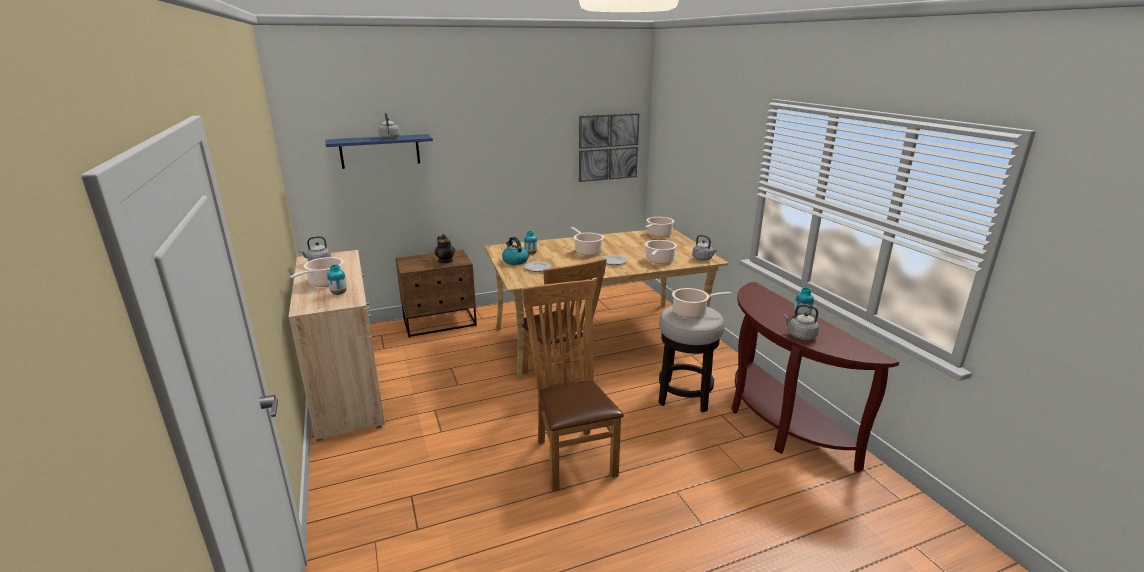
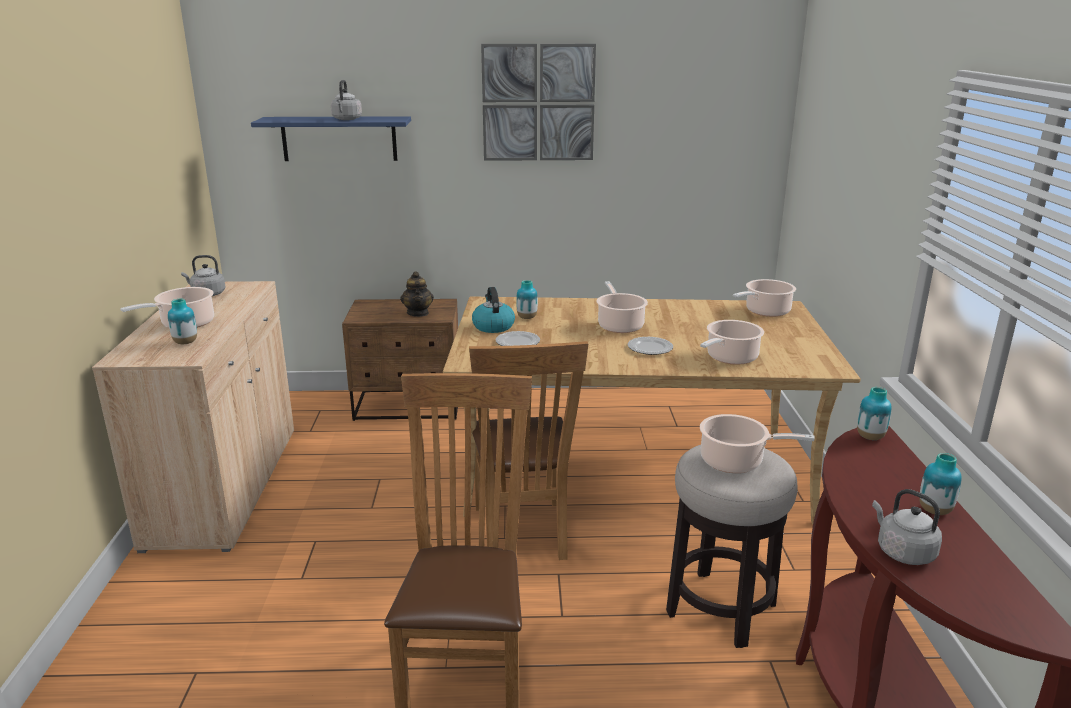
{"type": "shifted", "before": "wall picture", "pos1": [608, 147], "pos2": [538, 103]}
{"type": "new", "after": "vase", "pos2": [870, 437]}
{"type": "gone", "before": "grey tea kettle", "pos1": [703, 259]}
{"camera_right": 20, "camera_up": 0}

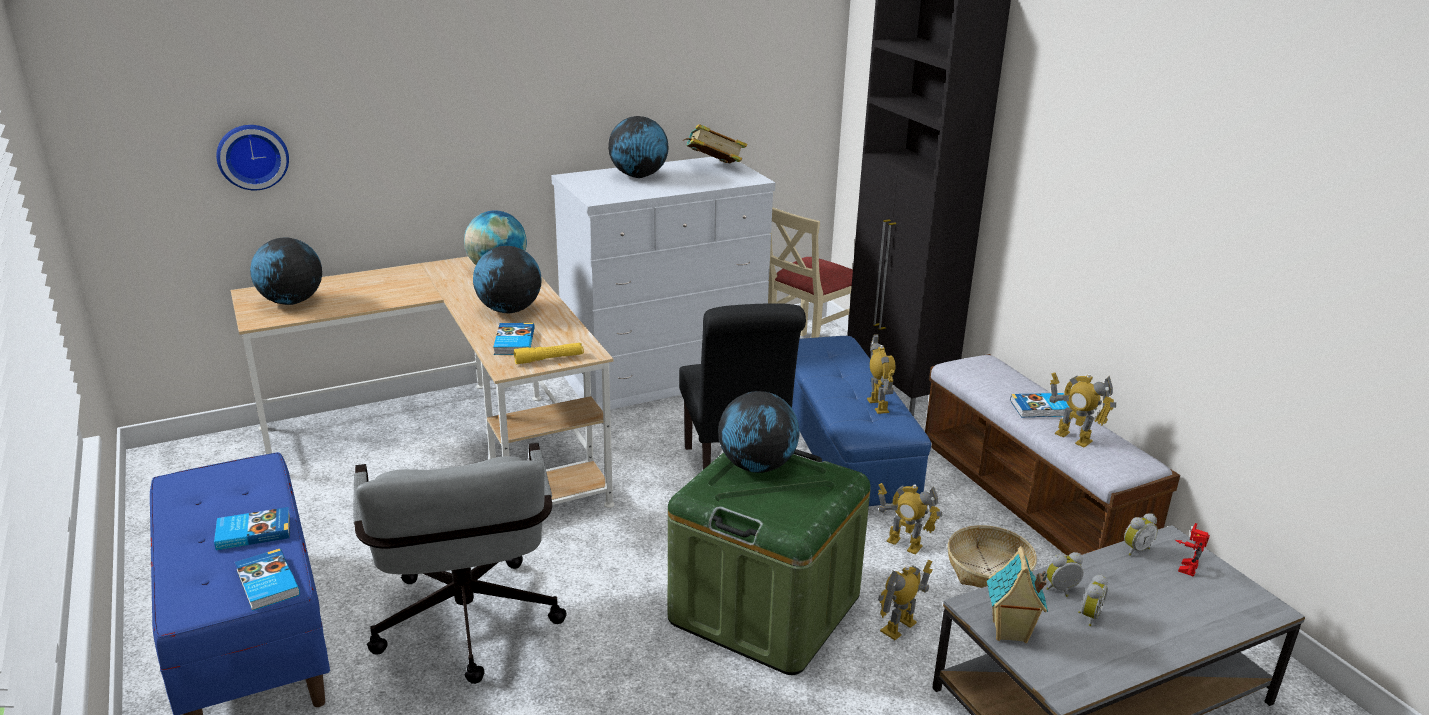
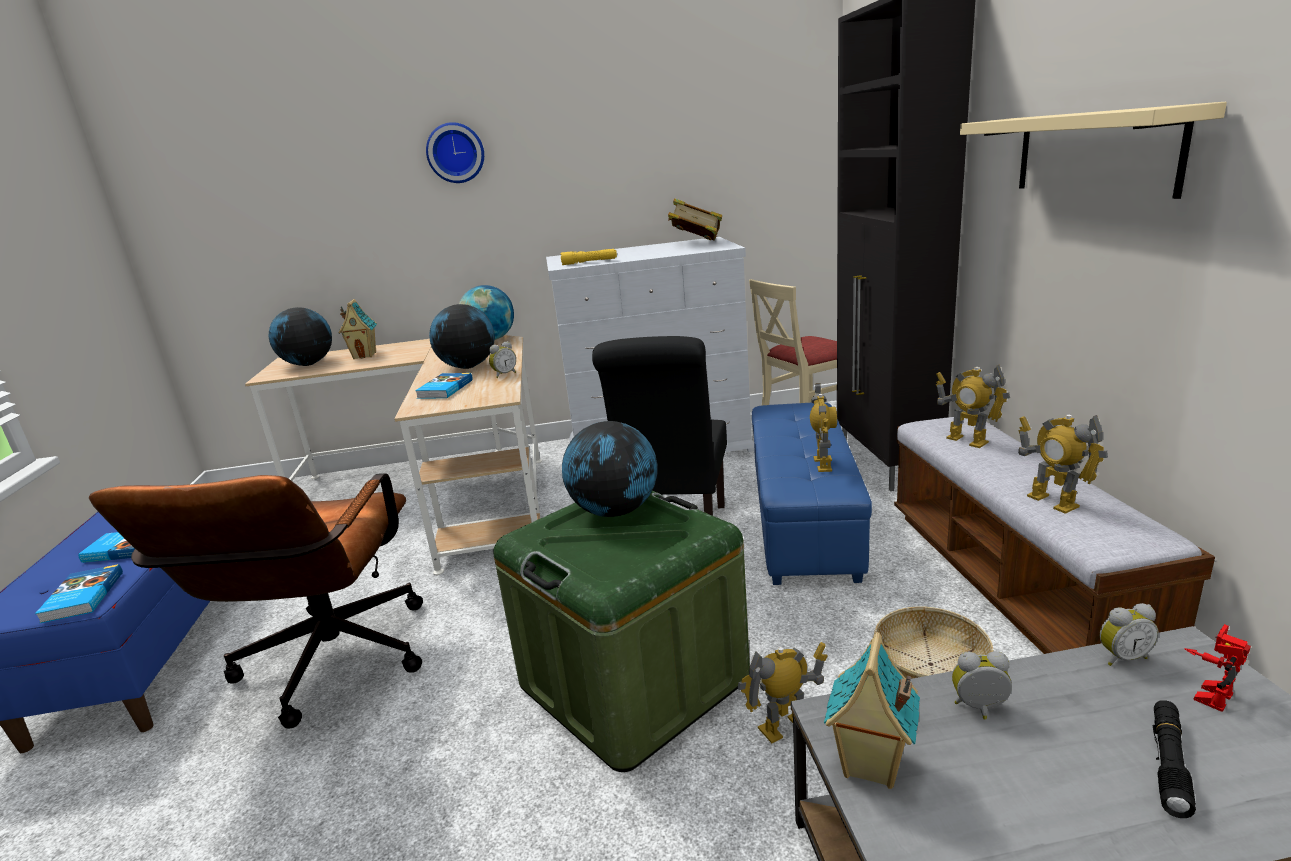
{"type": "repainted", "before": "grey desk chair", "after": "brown-coloured desk chair", "pos1": [467, 631], "pos2": [327, 669]}
{"type": "new", "after": "toy house", "pos2": [365, 355]}
{"type": "shifted", "before": "wall clock", "pos1": [252, 156], "pos2": [455, 153]}
{"type": "shifted", "before": "bedside clock", "pos1": [1088, 616], "pos2": [504, 374]}
{"type": "shifted", "before": "yellowish torch", "pos1": [549, 359], "pos2": [589, 262]}
{"type": "shifted", "before": "model robot", "pos1": [904, 544], "pos2": [967, 440]}
{"type": "new", "after": "sand-coloured bracket shelf", "pos2": [1094, 152]}
{"type": "new", "after": "black torch", "pos2": [1169, 764]}
{"type": "gone", "before": "world globe", "pos1": [638, 176]}
{"type": "gone", "before": "book", "pos1": [1042, 409]}
{"camera_right": 20, "camera_up": -5}

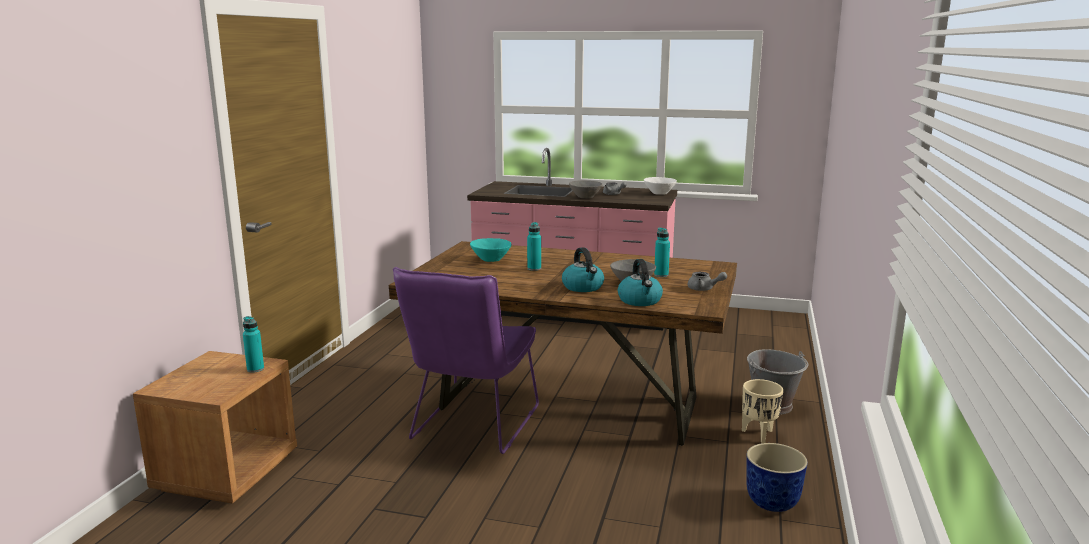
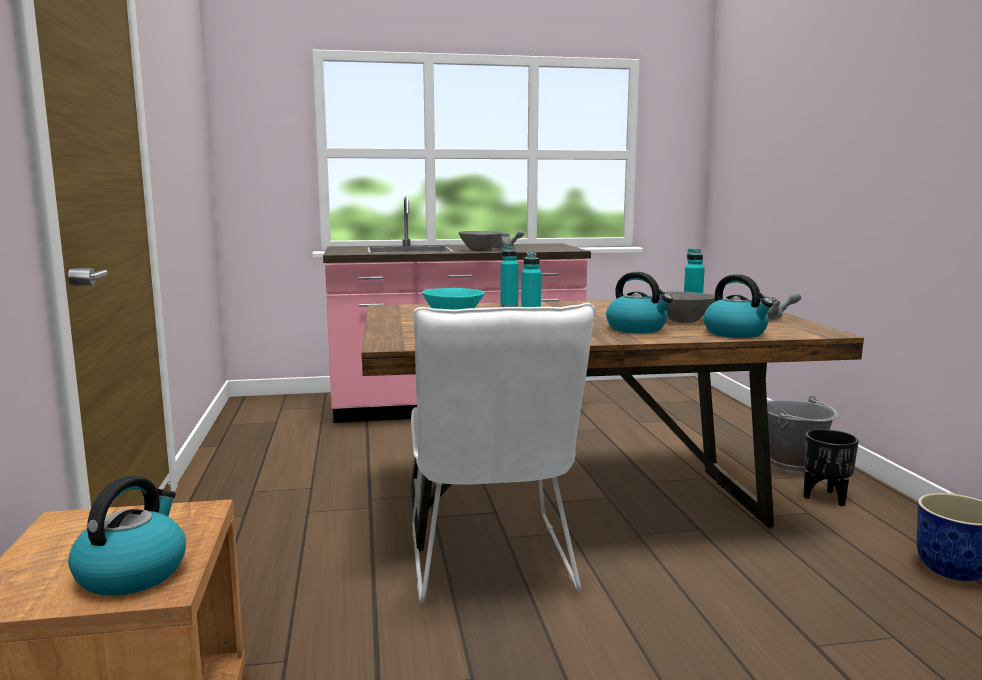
{"type": "new", "after": "tea kettle", "pos2": [132, 572]}
{"type": "repainted", "before": "purplish upright chair", "after": "whitish upright chair", "pos1": [472, 427], "pos2": [491, 564]}
{"type": "shifted", "before": "turquoise-coloured drink bottle", "pos1": [255, 369], "pos2": [509, 306]}
{"type": "repainted", "before": "sand-coloured flower pot", "after": "black flower pot", "pos1": [759, 434], "pos2": [826, 498]}
{"type": "gone", "before": "whitish bowl", "pos1": [659, 193]}
{"camera_right": -25, "camera_up": -5}

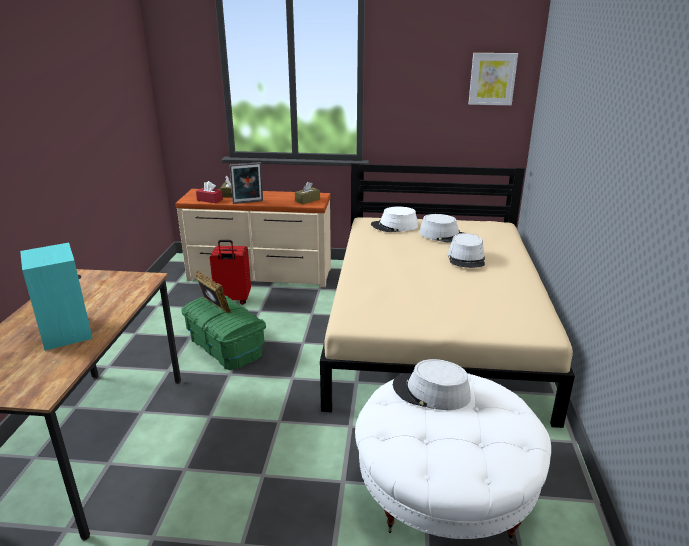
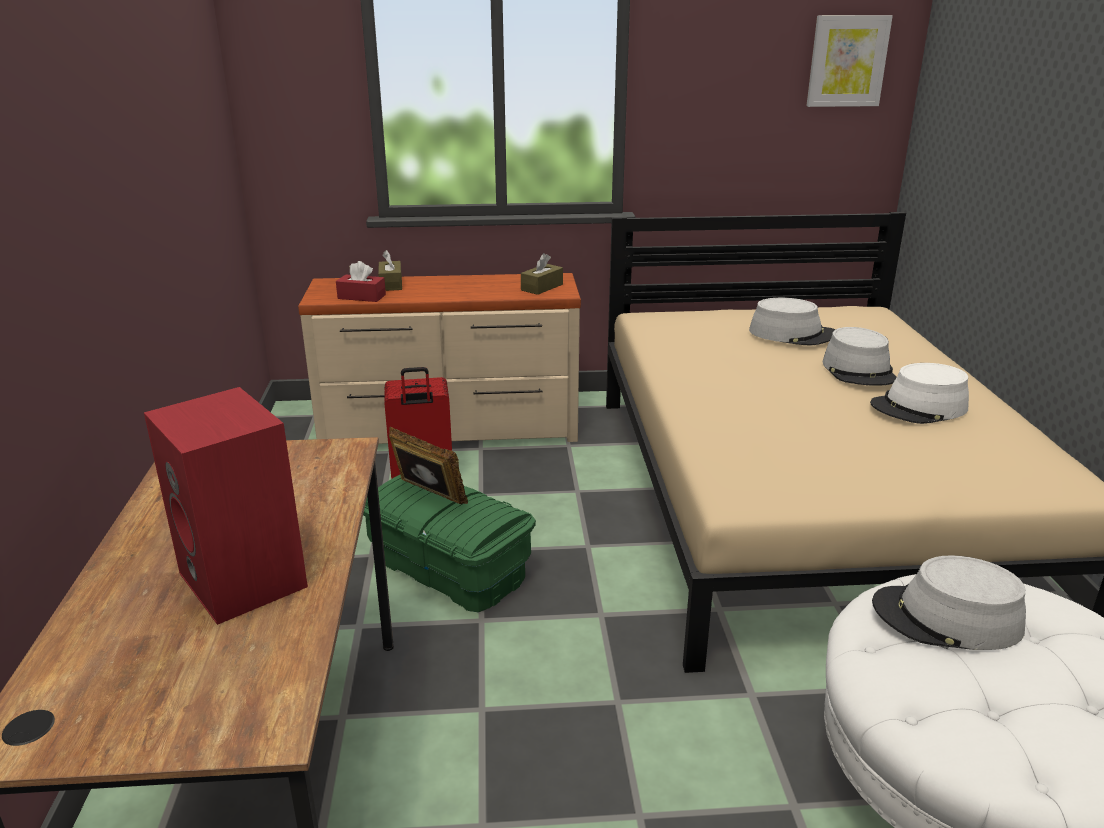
{"type": "repainted", "before": "turquoise-coloured loudspeaker", "after": "reddish loudspeaker", "pos1": [68, 333], "pos2": [246, 580]}
{"type": "shifted", "before": "whitish hat", "pos1": [394, 226], "pos2": [919, 407]}
{"type": "gone", "before": "picture frame", "pos1": [248, 202]}
{"camera_right": -10, "camera_up": 0}

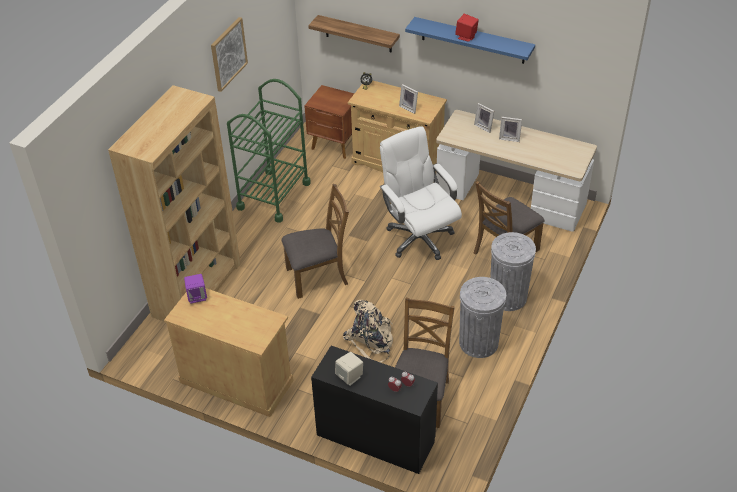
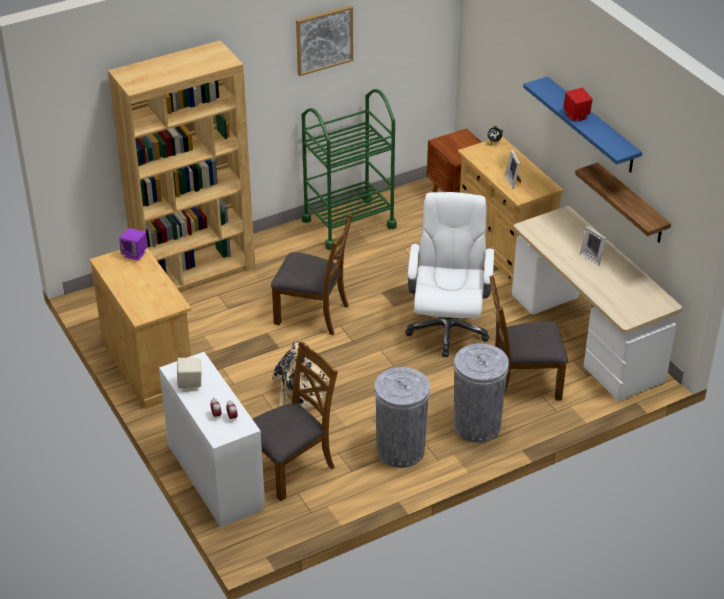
{"type": "repainted", "before": "black desk unit", "after": "whitish desk unit", "pos1": [375, 438], "pos2": [215, 476]}
{"type": "shifted", "before": "bracket shelf", "pos1": [358, 34], "pos2": [631, 204]}
{"type": "gone", "before": "picture frame", "pos1": [484, 127]}
{"camera_right": 35, "camera_up": -5}

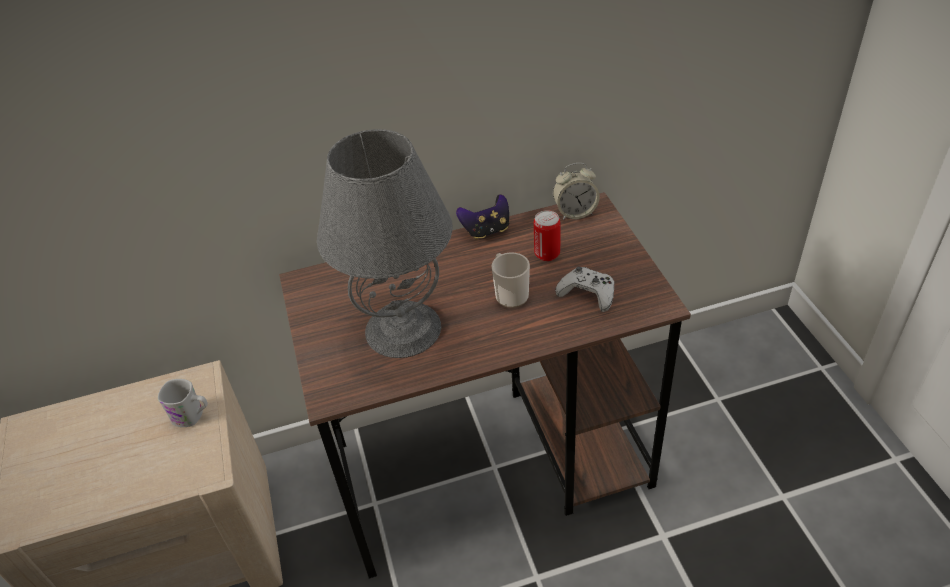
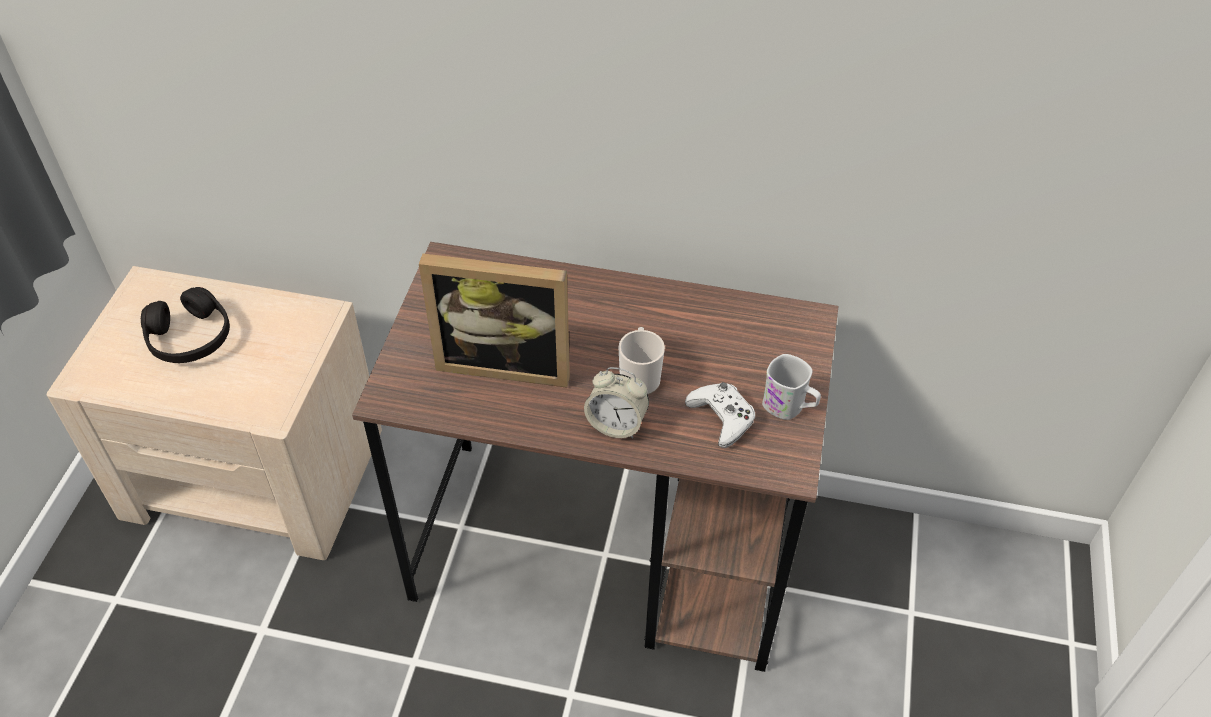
{"type": "new", "after": "black headset", "pos2": [190, 337]}
{"type": "swapped", "before": "grey table lamp", "after": "picture frame", "pos1": [403, 328], "pos2": [506, 361]}
{"type": "shifted", "before": "bedside clock", "pos1": [575, 212], "pos2": [616, 424]}
{"type": "shifted", "before": "whitish mug", "pos1": [193, 416], "pos2": [789, 407]}
{"type": "gone", "before": "game controller", "pos1": [486, 230]}
{"type": "gone", "before": "metal can", "pos1": [547, 254]}
{"camera_right": 25, "camera_up": 5}

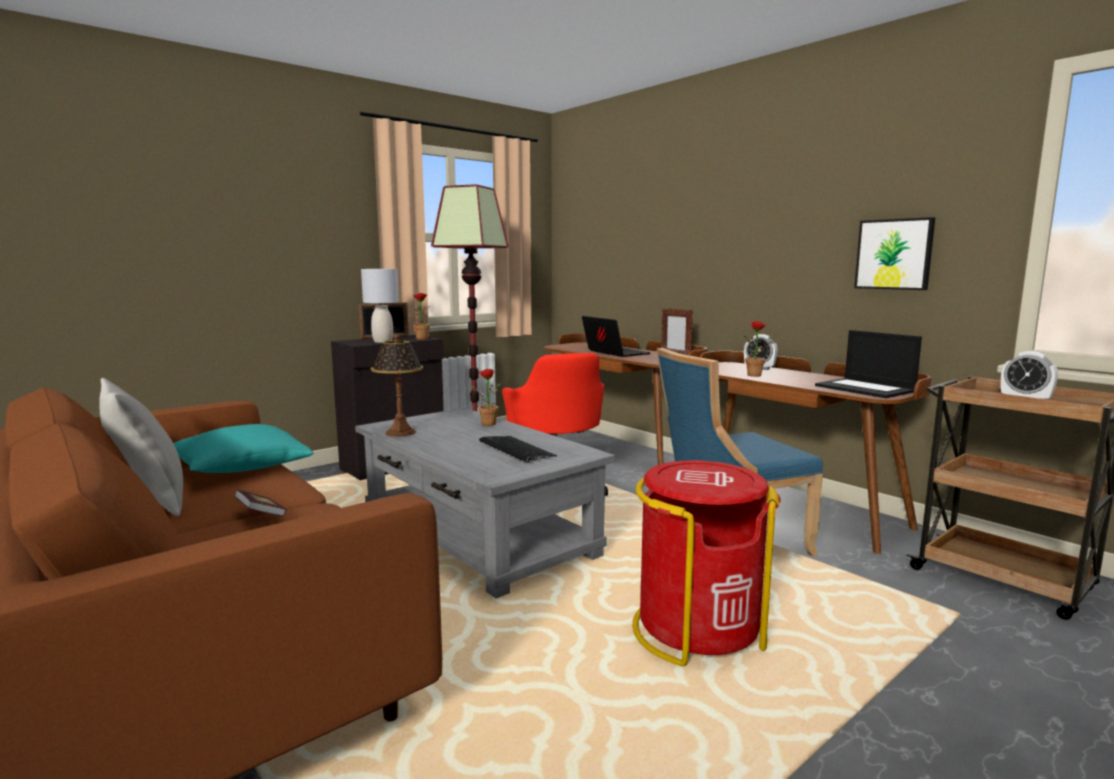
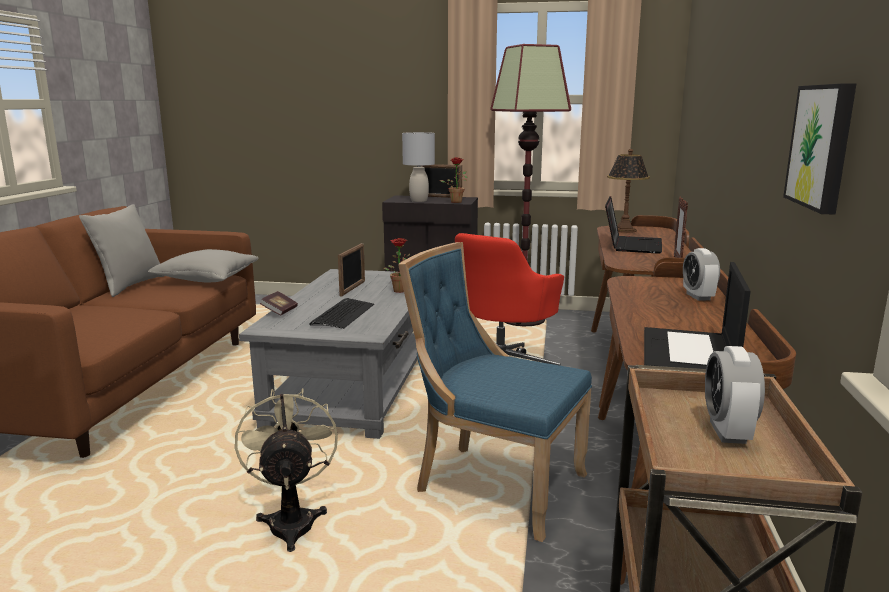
{"type": "repainted", "before": "turquoise-coloured cushion", "after": "grey cushion", "pos1": [240, 467], "pos2": [207, 279]}
{"type": "swapped", "before": "reddish trash can", "after": "sand-coloured electric fan", "pos1": [697, 630], "pos2": [292, 520]}
{"type": "shifted", "before": "book", "pos1": [260, 515], "pos2": [280, 311]}
{"type": "new", "after": "picture frame", "pos2": [352, 288]}
{"type": "shifted", "before": "table lamp", "pos1": [400, 432], "pos2": [624, 230]}
{"type": "gone", "before": "potted plant", "pos1": [757, 376]}
{"camera_right": 50, "camera_up": 5}

